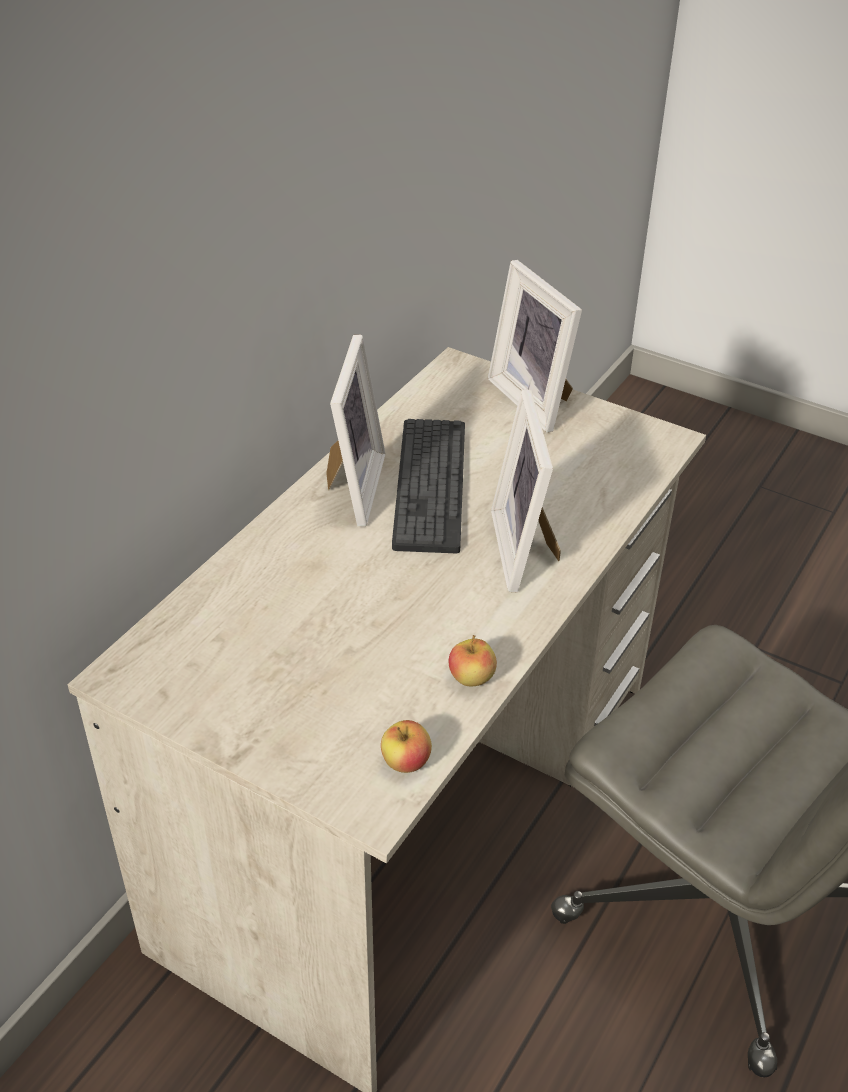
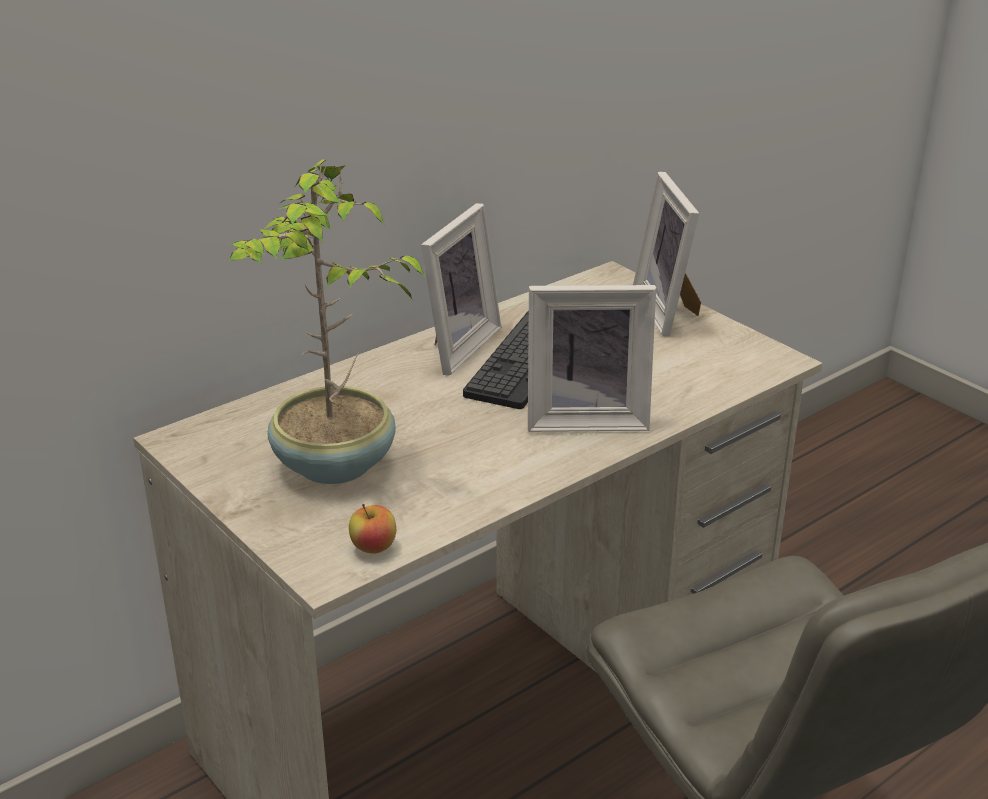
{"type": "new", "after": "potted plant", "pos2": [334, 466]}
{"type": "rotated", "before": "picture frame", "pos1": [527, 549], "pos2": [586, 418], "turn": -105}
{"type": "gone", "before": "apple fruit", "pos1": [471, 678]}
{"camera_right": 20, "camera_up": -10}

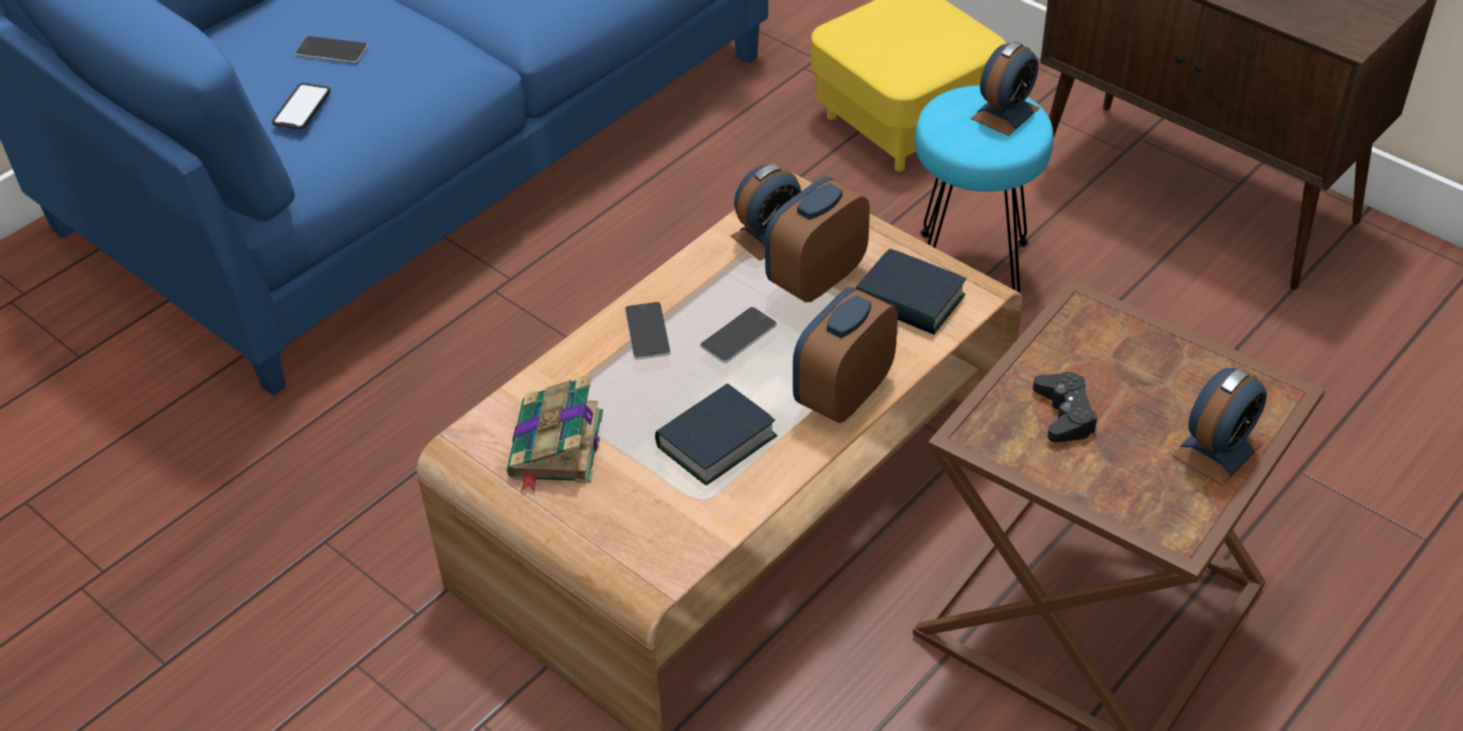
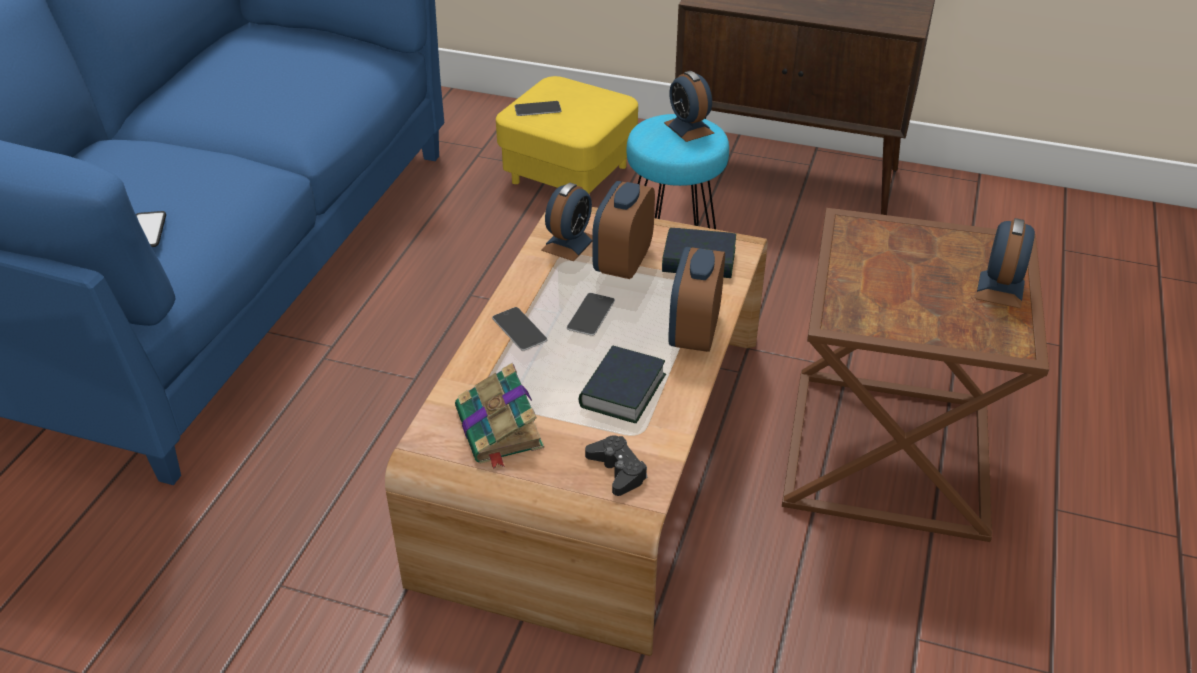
{"type": "shifted", "before": "handset", "pos1": [331, 50], "pos2": [537, 109]}
{"type": "shifted", "before": "black game controller", "pos1": [1064, 414], "pos2": [617, 470]}
{"type": "rotated", "before": "bedside clock", "pos1": [1005, 113], "pos2": [689, 128], "turn": 135}
{"camera_right": -25, "camera_up": -5}

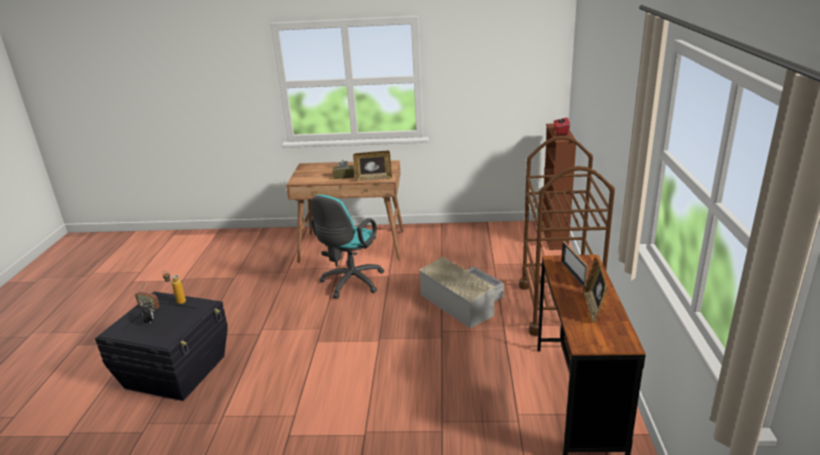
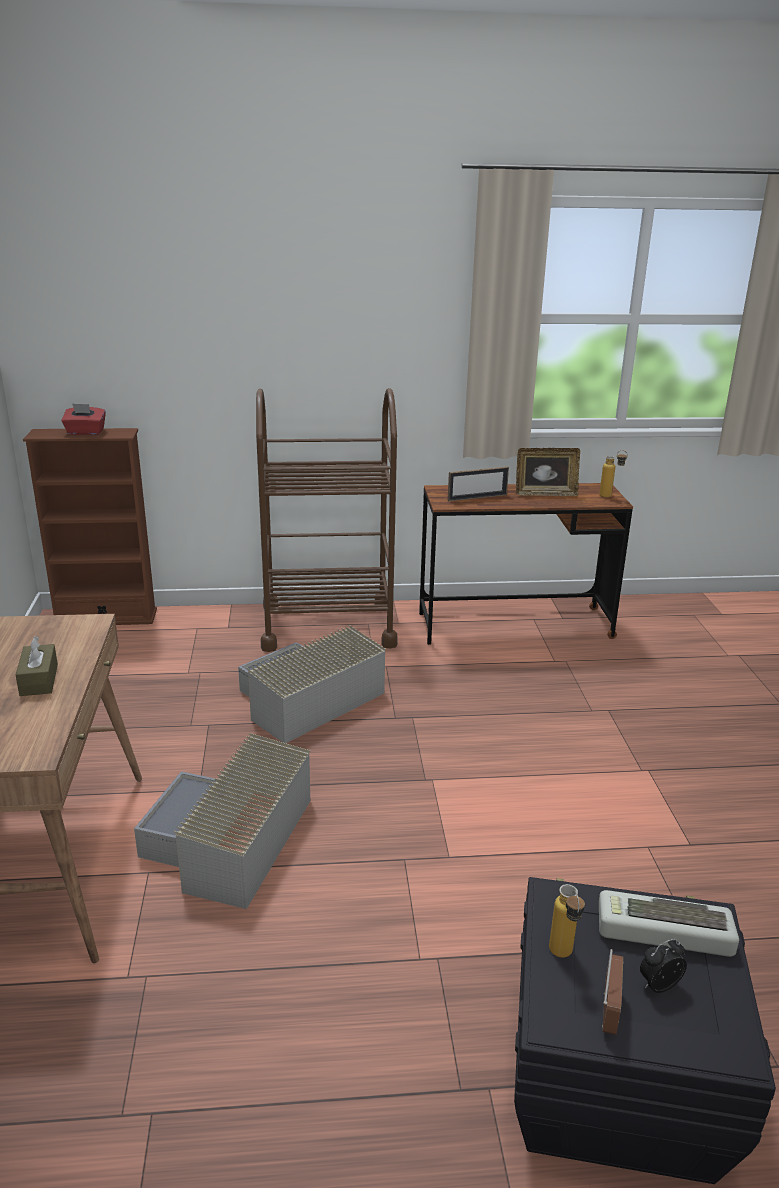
{"type": "swapped", "before": "turquoise-coloured desk chair", "after": "grey storage bin", "pos1": [350, 283], "pos2": [230, 841]}
{"type": "new", "after": "drink bottle", "pos2": [610, 496]}
{"type": "new", "after": "PC keyboard", "pos2": [663, 932]}
{"type": "gone", "before": "picture frame", "pos1": [373, 178]}
{"camera_right": -100, "camera_up": 0}

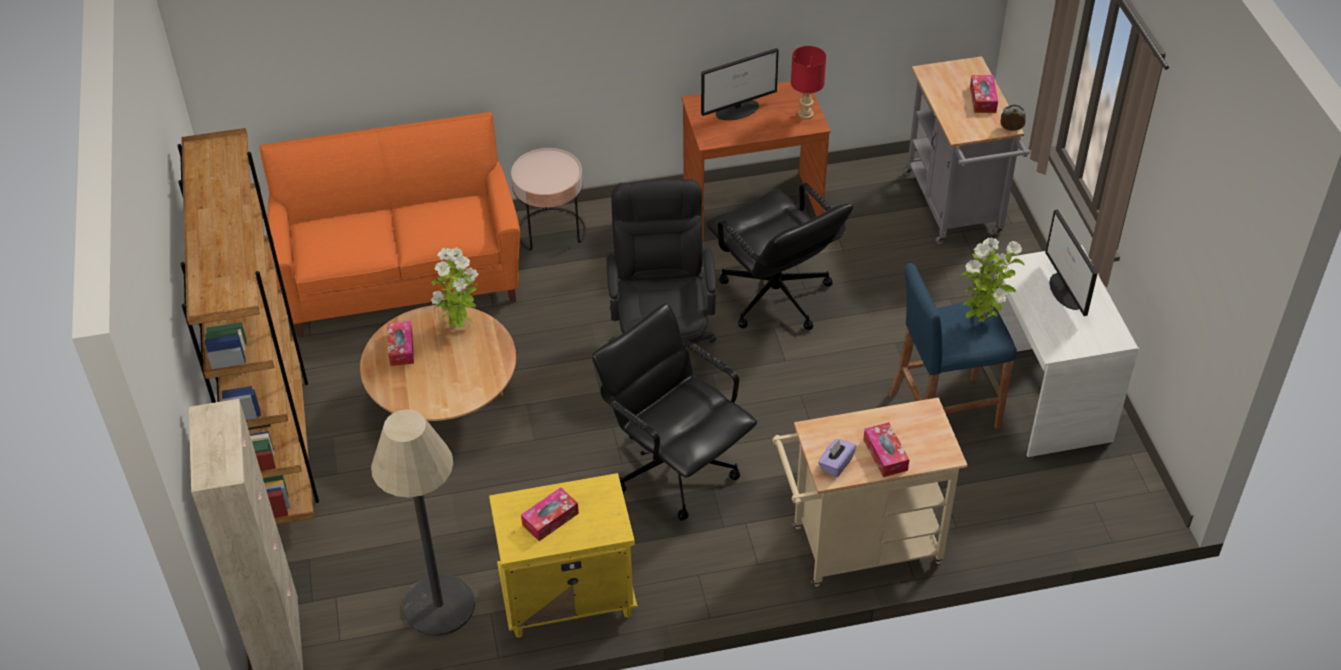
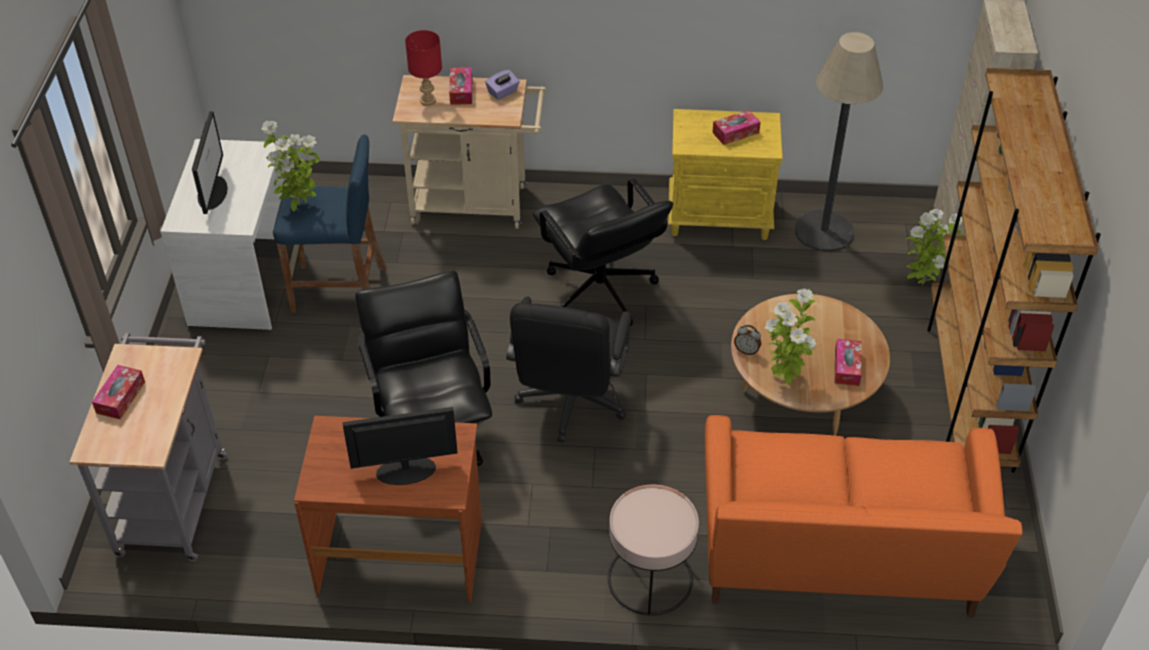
{"type": "shifted", "before": "reddish table lamp", "pos1": [805, 114], "pos2": [428, 101]}
{"type": "shifted", "before": "bedside clock", "pos1": [1011, 129], "pos2": [746, 350]}
{"type": "new", "after": "potted plant", "pos2": [922, 283]}
{"camera_right": -165, "camera_up": 0}

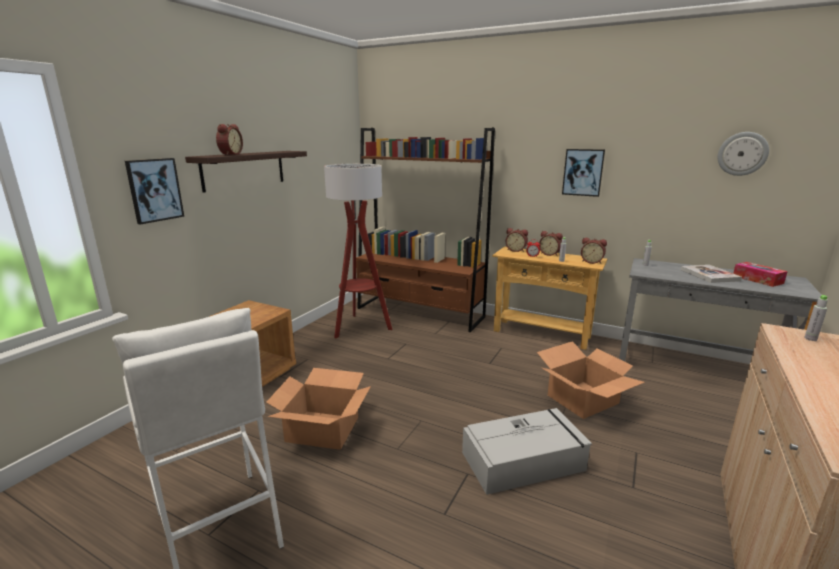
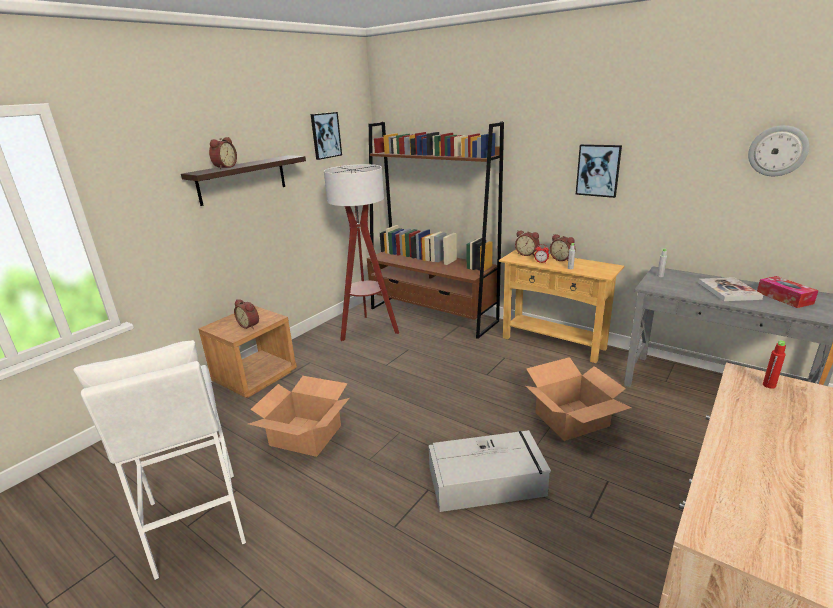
{"type": "shifted", "before": "bedside clock", "pos1": [592, 262], "pos2": [250, 325]}
{"type": "shifted", "before": "wall picture", "pos1": [154, 190], "pos2": [325, 135]}
{"type": "repainted", "before": "grey drink bottle", "after": "reddish drink bottle", "pos1": [810, 339], "pos2": [769, 385]}
{"camera_right": 10, "camera_up": 5}

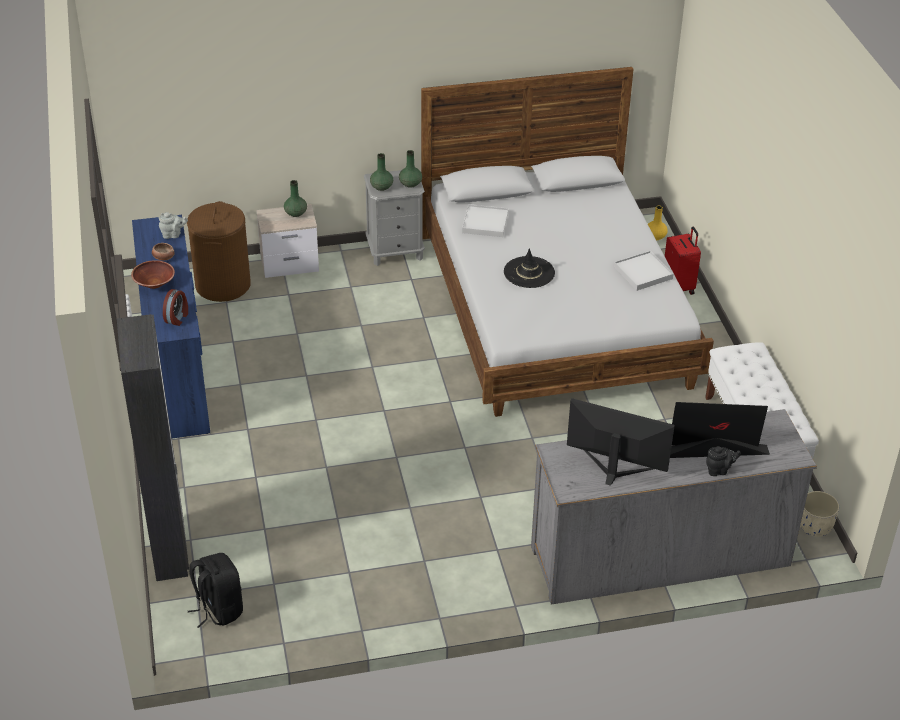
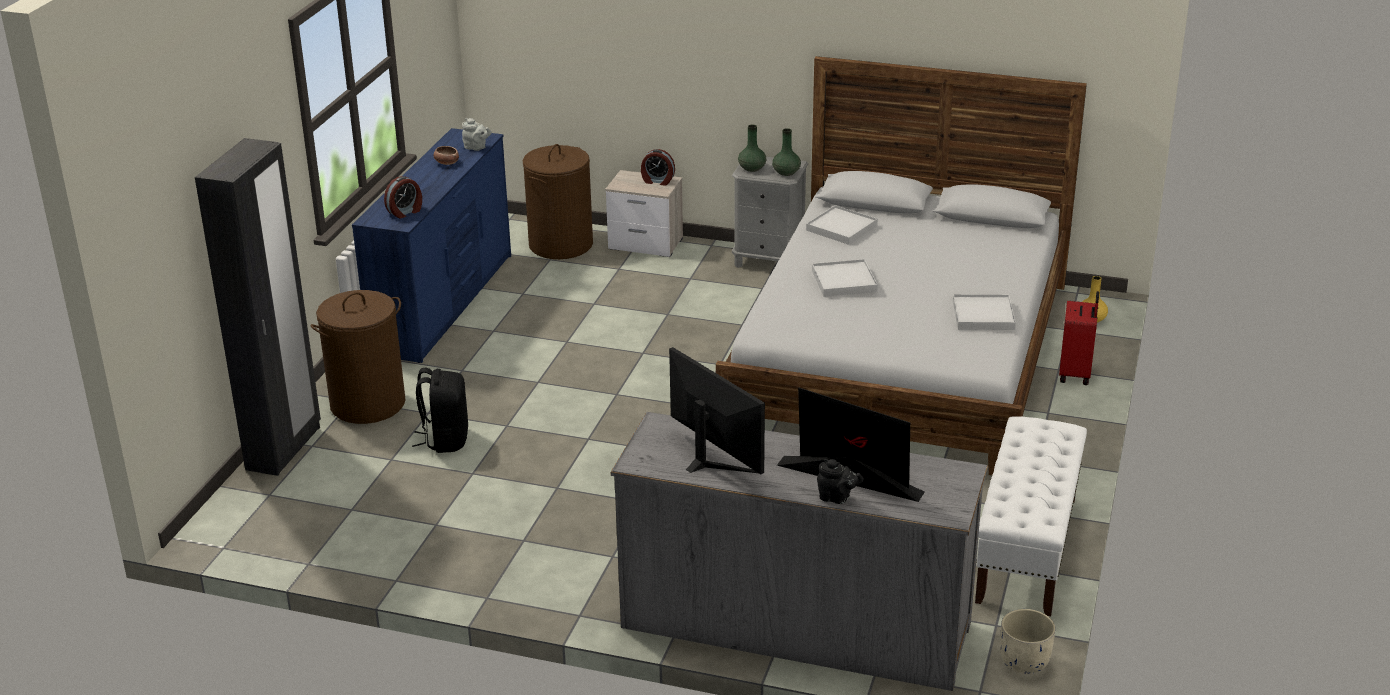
{"type": "new", "after": "brown-coloured hamper", "pos2": [368, 403]}
{"type": "shifted", "before": "black backpack", "pos1": [218, 609], "pos2": [445, 439]}
{"type": "swapped", "before": "green vase", "after": "bedside clock", "pos1": [296, 213], "pos2": [657, 181]}
{"type": "swapped", "before": "black hat", "after": "whitish carrying tray", "pos1": [529, 272], "pos2": [844, 281]}
{"type": "gone", "before": "brown-coloured bowl", "pos1": [154, 283]}
{"camera_right": 30, "camera_up": -10}

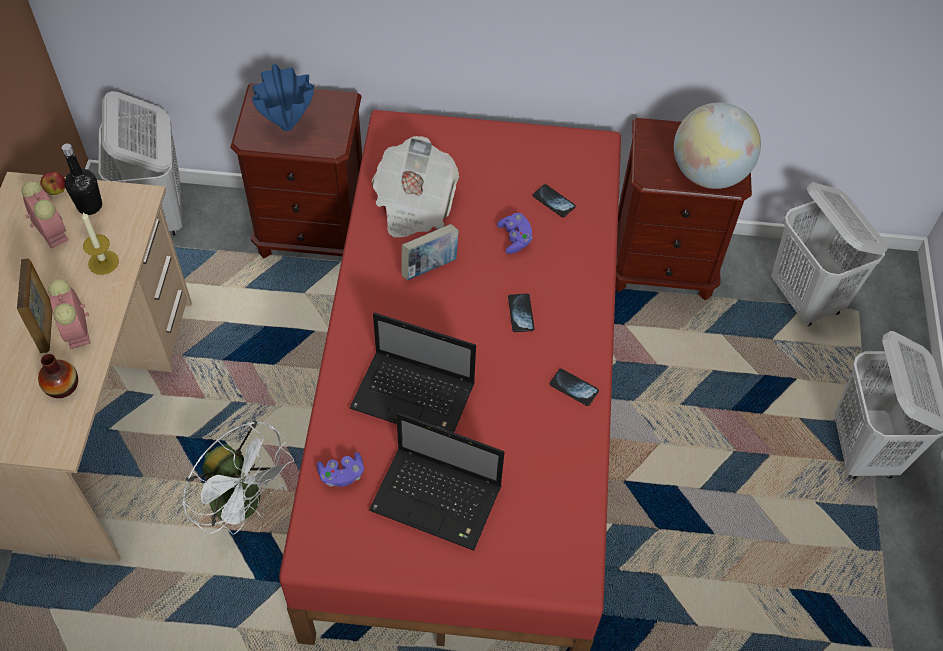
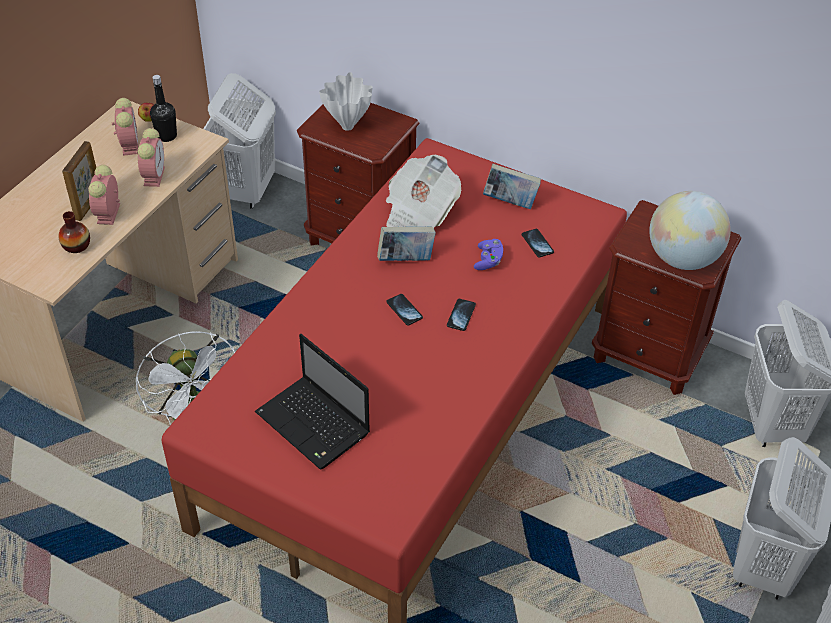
{"type": "swapped", "before": "candle", "after": "bedside clock", "pos1": [103, 262], "pos2": [154, 175]}
{"type": "repainted", "before": "bluish vase", "after": "whitish vase", "pos1": [287, 127], "pos2": [347, 127]}
{"type": "shifted", "before": "handset", "pos1": [574, 388], "pos2": [404, 310]}
{"type": "new", "after": "book", "pos2": [510, 202]}
{"type": "gone", "before": "purplish game controller", "pos1": [341, 475]}
{"type": "gone", "before": "notebook computer", "pos1": [415, 397]}
{"camera_right": 25, "camera_up": -10}

